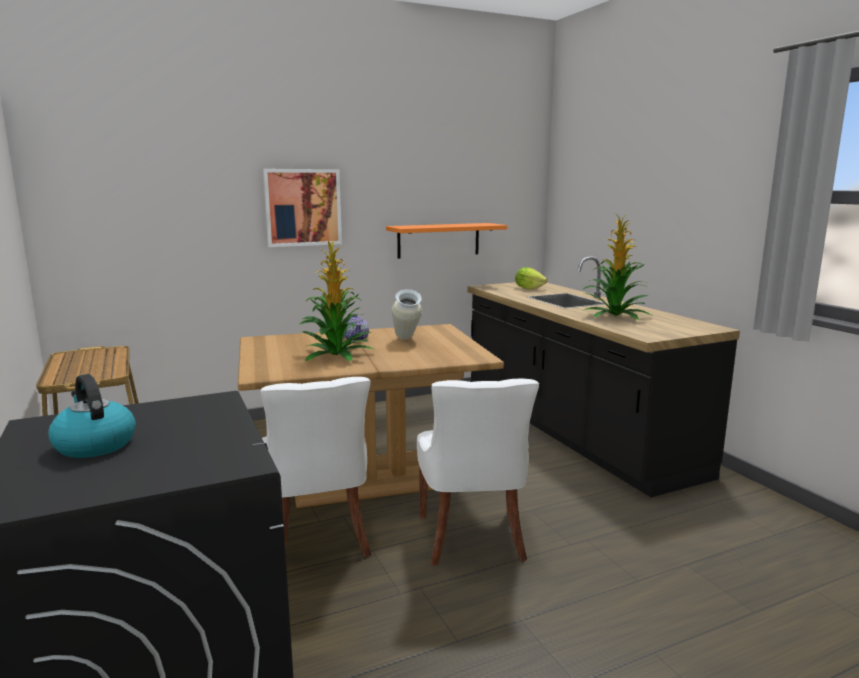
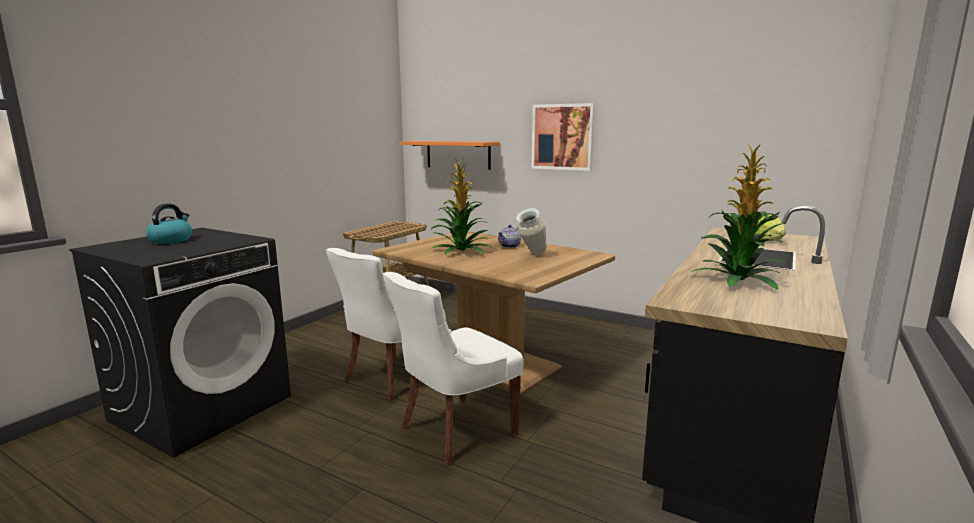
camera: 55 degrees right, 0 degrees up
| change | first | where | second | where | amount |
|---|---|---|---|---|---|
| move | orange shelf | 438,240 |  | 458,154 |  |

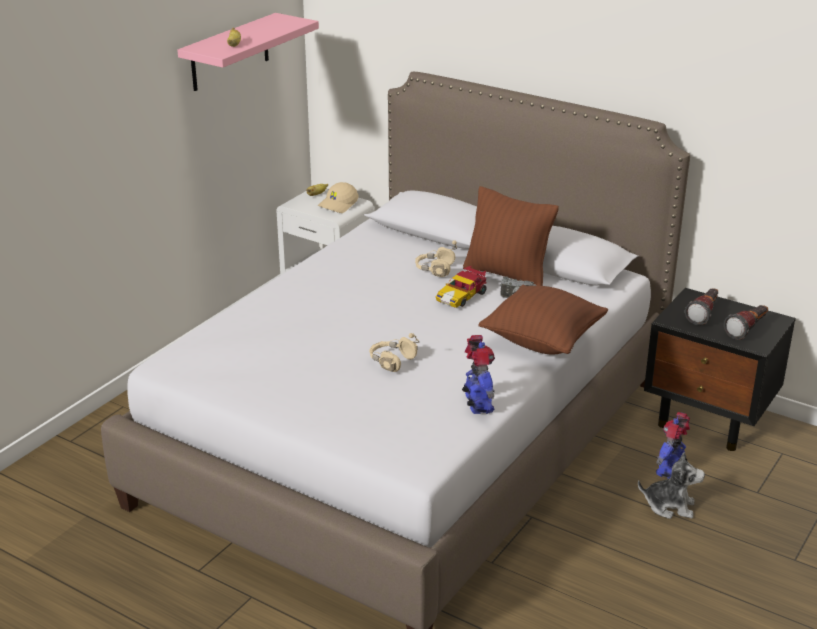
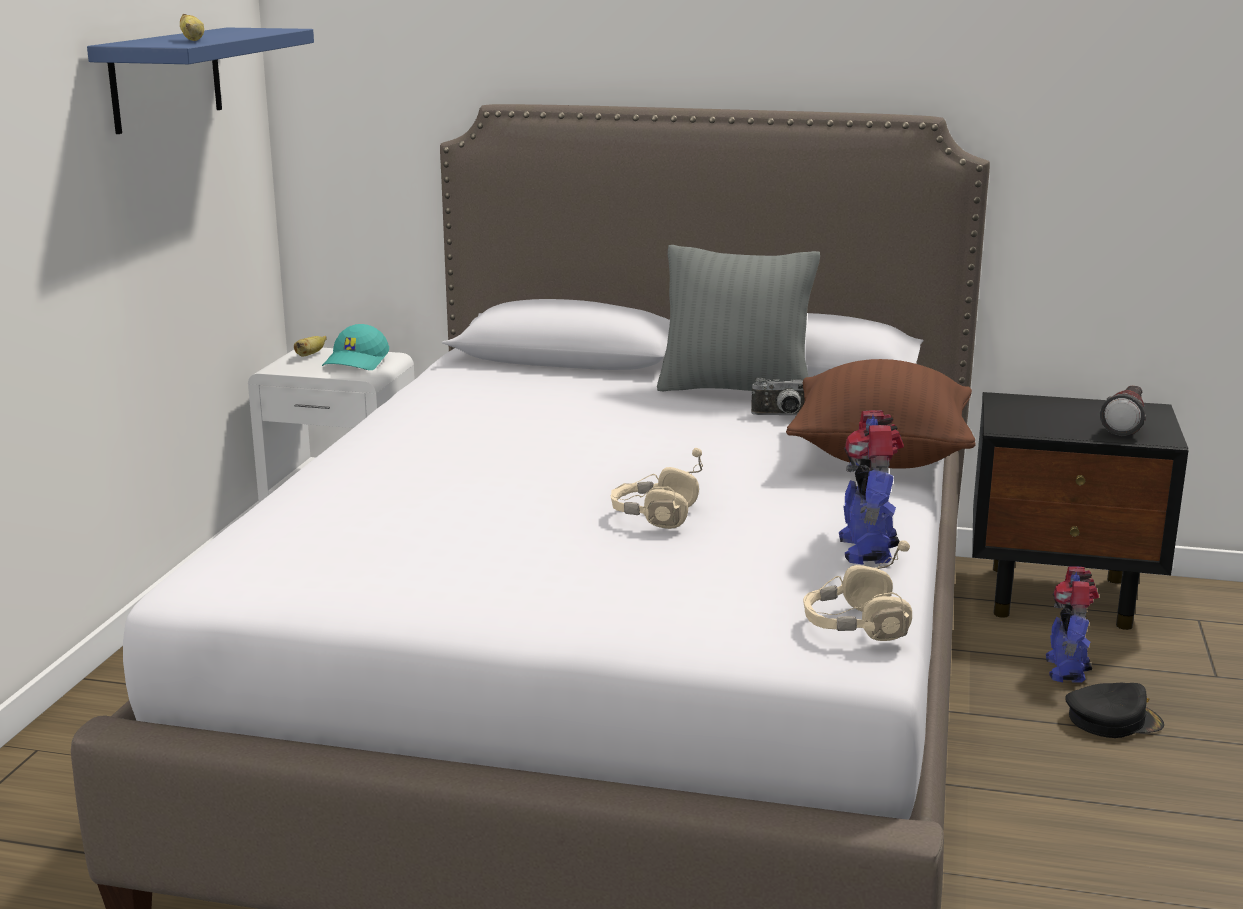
camera: 20 degrees left, 10 degrees down
| change | first | where | second | where | amount |
|---|---|---|---|---|---|
| delete | model car | 462,296 |  |  |  |
| delete | torch | 704,314 |  |  |  |
| move | sand-coloured headset | 435,270 |  | 855,626 |  |
| replace | soft toy | 670,506 | blackish baseball cap | 1112,720 |  |
| recolor | pink shelf | 230,52 | blue shelf | 166,78 |  |
| recolor | sand-coloured baseball cap | 338,205 | blue-green baseball cap | 357,362 |  |
| recolor | brown-coloured pillow | 507,275 | greyish pillow | 735,390 |  |
| rotate | model robot | 478,404 |  | 867,549 | 150 degrees counterclockwise |

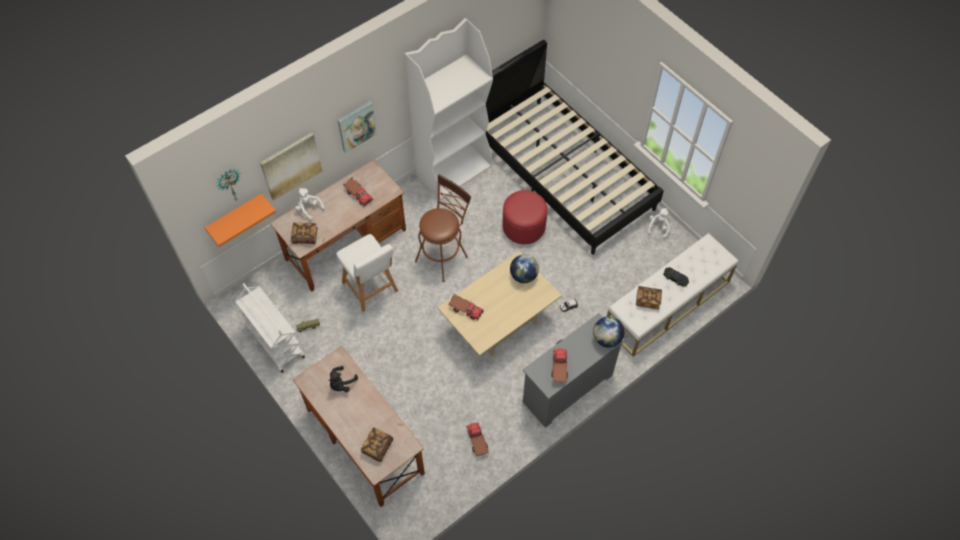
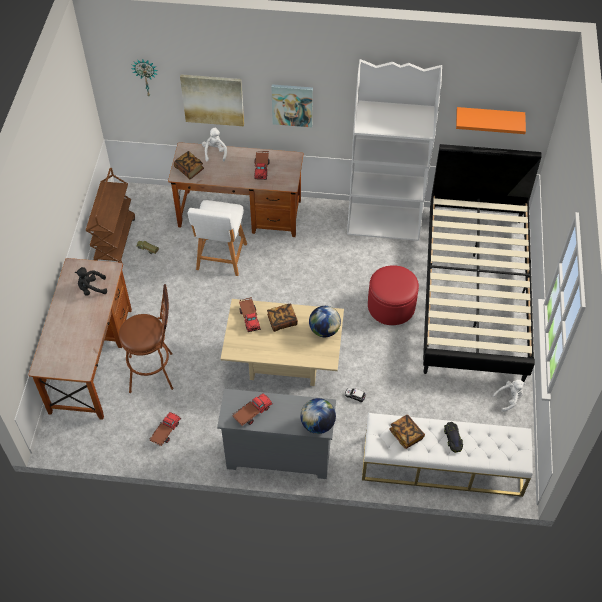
camera: 45 degrees right, 5 degrees down
| change | first | where | second | where | amount |
|---|---|---|---|---|---|
| move | orange shelf | 235,216 |  | 489,118 |  |
| move | book | 377,447 |  | 282,321 |  |
| move | brown-coloured sitting stool | 444,256 |  | 156,372 |  |
| recolor | white cart | 274,341 | brown-coloured cart | 114,240 |  |

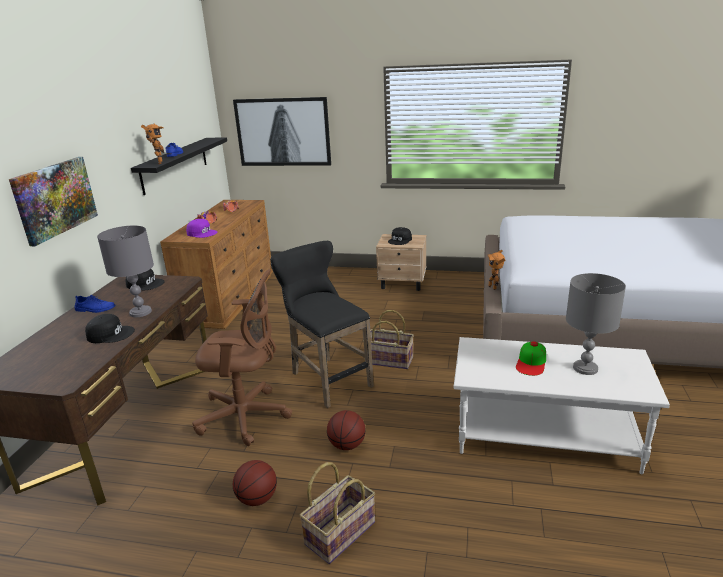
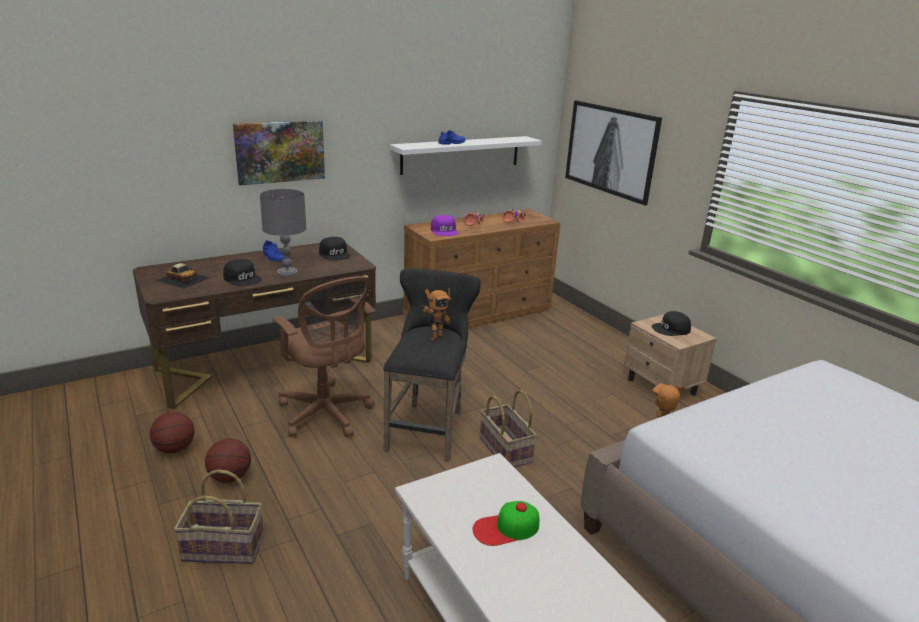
camera: 45 degrees right, 0 degrees up
| change | first | where | second | where | amount |
|---|---|---|---|---|---|
| delete | greyish lamp for a table | 585,368 |  |  |  |
| insert |  |  | model car | 182,279 |  |
| move | model robot | 158,163 |  | 434,337 |  |
| move | basketball | 347,445 |  | 175,449 |  |
| recolor | blackish shelf | 175,164 | white shelf | 461,154 |  |

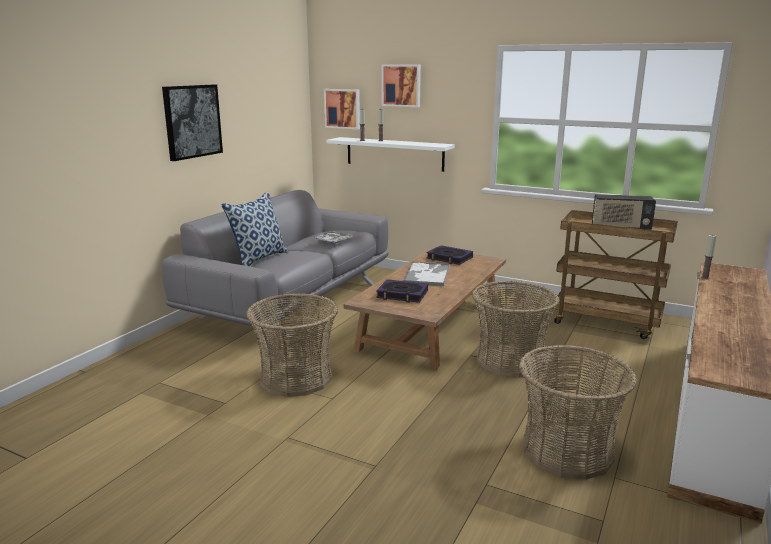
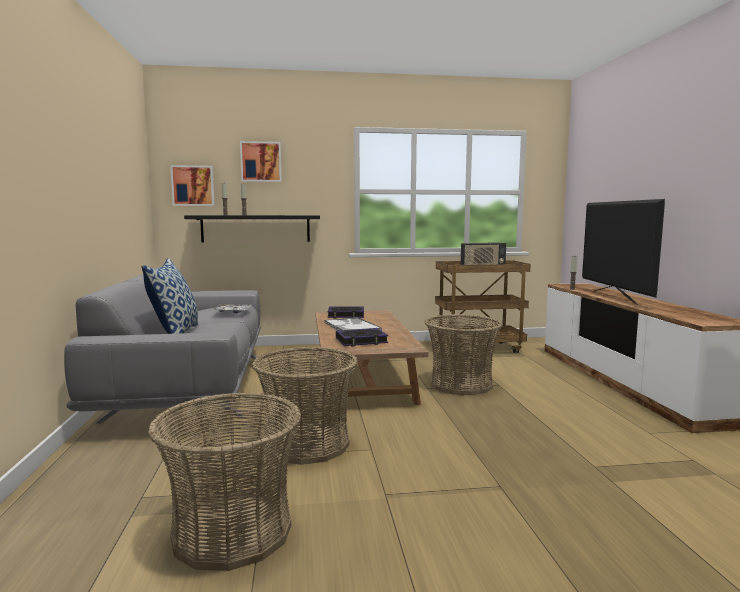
camera: 35 degrees left, 10 degrees down
| change | first | where | second | where | amount |
|---|---|---|---|---|---|
| delete | picture | 192,121 |  |  |  |
| insert |  |  | TV | 614,297 |  |
| move | storage basket | 567,451 |  | 232,532 |  |
| recolor | white shelf | 394,154 | blackish shelf | 255,228 |  |

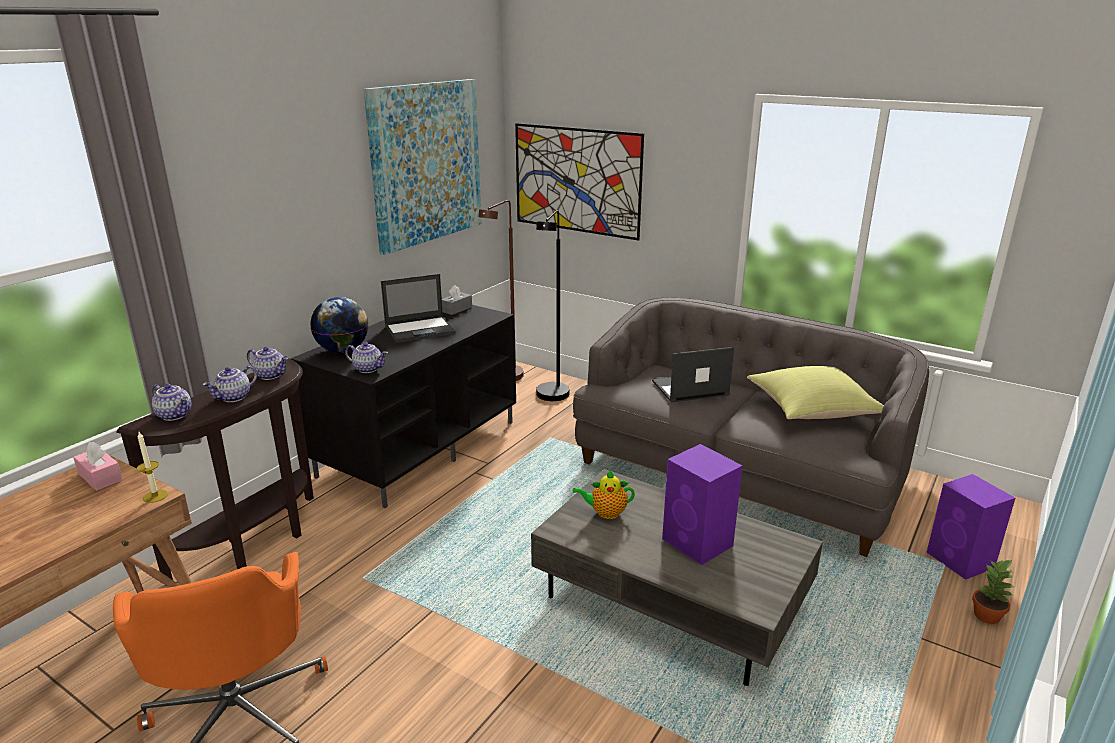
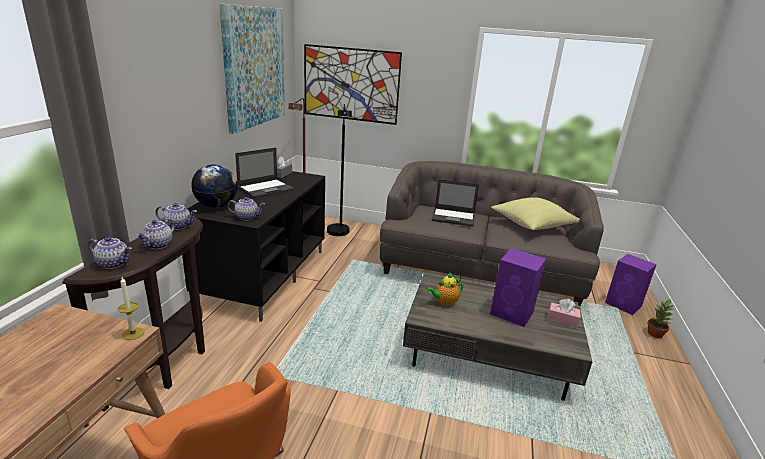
camera: 20 degrees left, 0 degrees up
| change | first | where | second | where | amount |
|---|---|---|---|---|---|
| move | pink tissue holder | 100,477 |  | 562,320 |  |
| rotate | portable computer | 689,388 |  | 454,217 | 135 degrees counterclockwise |

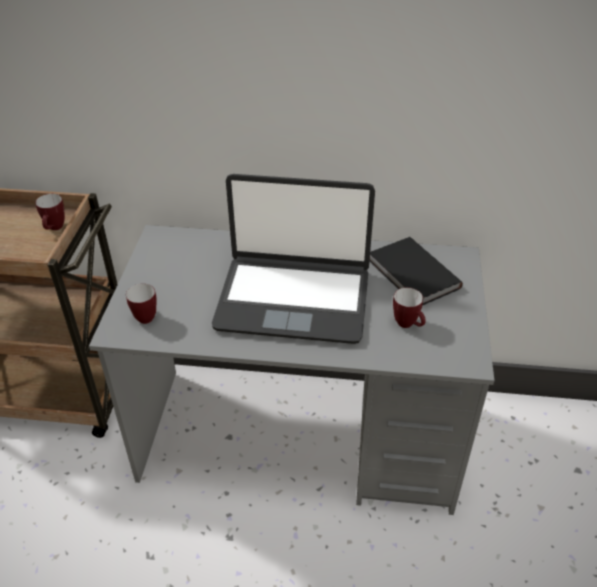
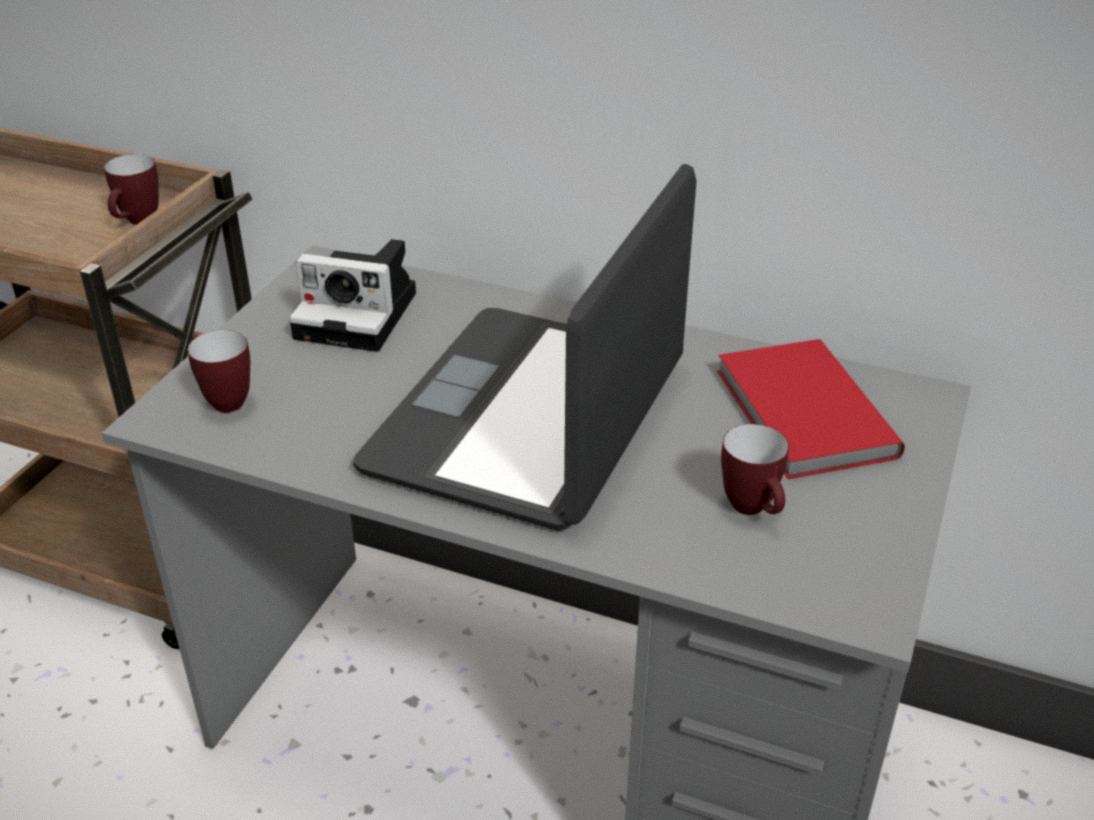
camera: 15 degrees right, 5 degrees down
| change | first | where | second | where | amount |
|---|---|---|---|---|---|
| insert |  |  | photo camera | 361,315 |  |
| recolor | blackish book | 412,275 | red-coloured book | 801,415 |  |
| rotate | portable computer | 293,299 |  | 531,418 | 90 degrees clockwise |

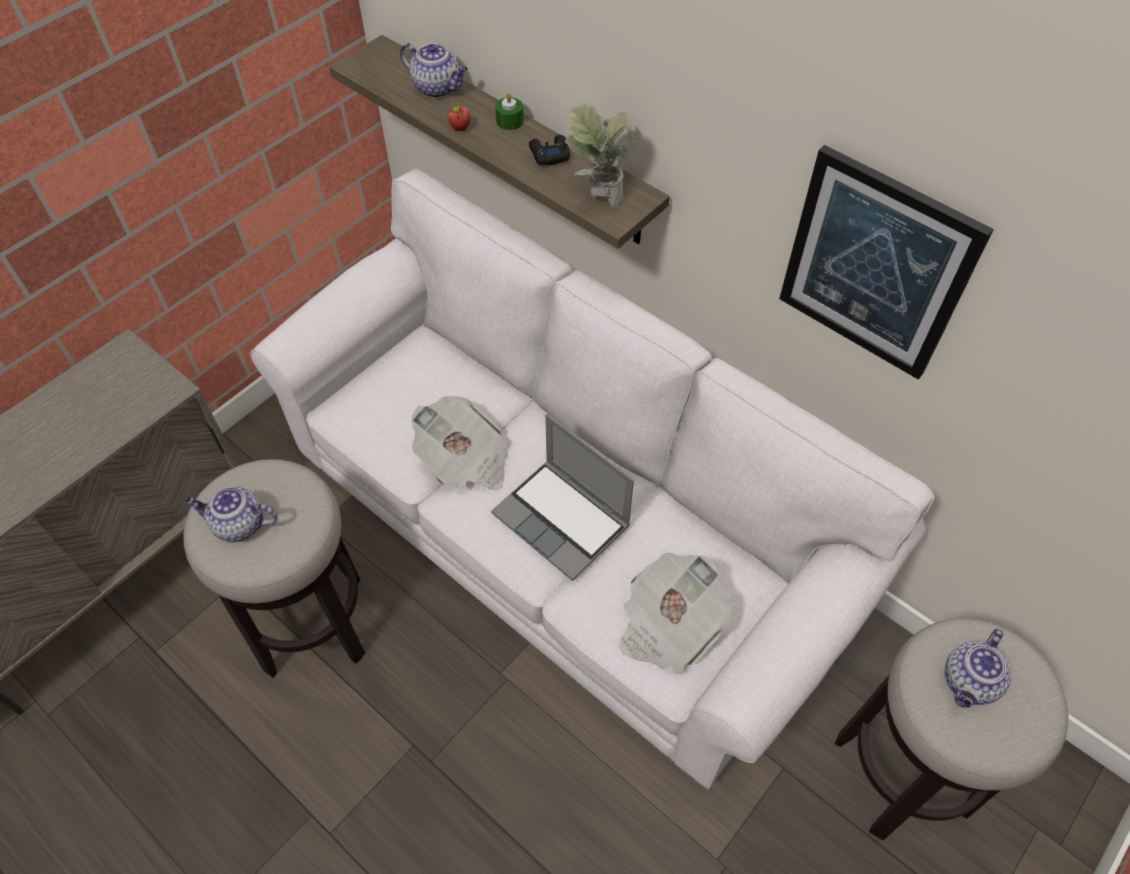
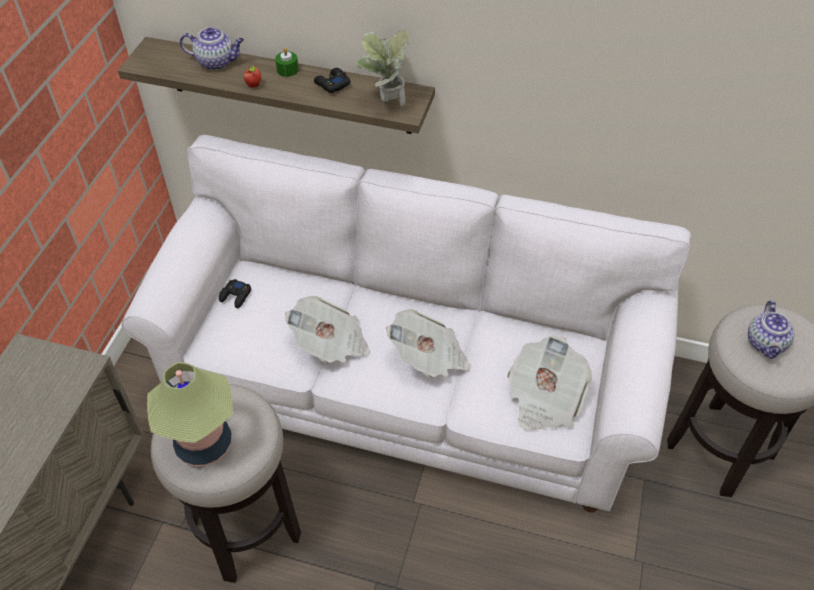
camera: 25 degrees left, 5 degrees down
| change | first | where | second | where | amount |
|---|---|---|---|---|---|
| delete | picture | 876,265 |  |  |  |
| insert |  |  | blackish joypad | 236,296 |  |
| replace | tea pot | 238,525 | lamp for a table | 203,444 |  |
| replace | portable computer | 563,520 | daily paper | 429,357 |  |

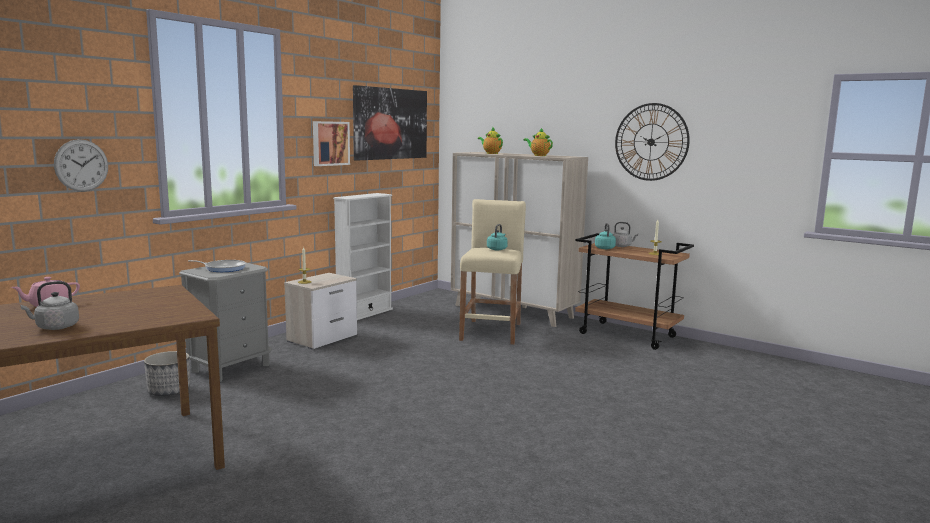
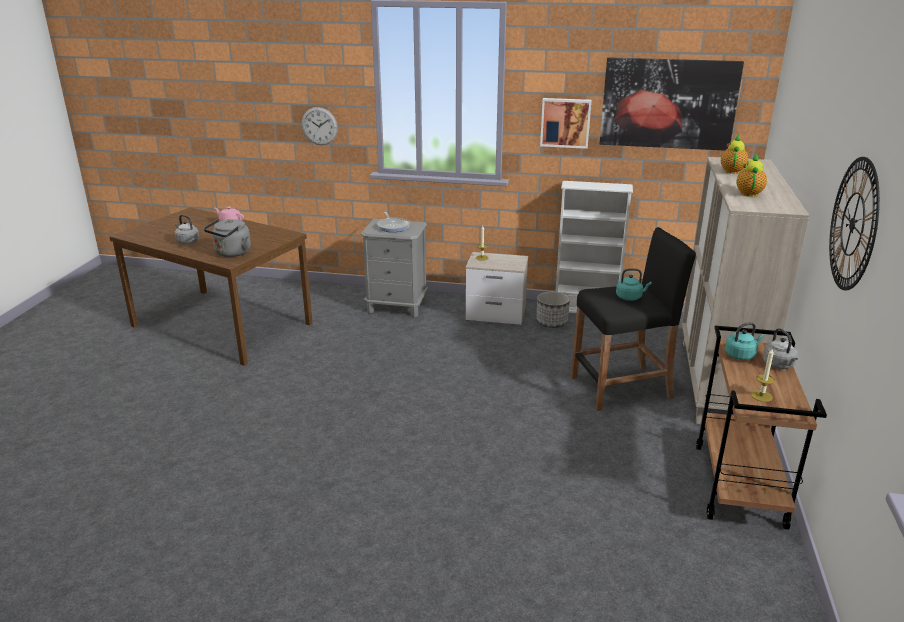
camera: 65 degrees right, 15 degrees up
| change | first | where | second | where | amount |
|---|---|---|---|---|---|
| insert |  |  | greyish tea kettle | 231,253 |  |
| move | flower pot | 169,391 |  | 552,323 |  |
| recolor | sand-coloured sitting stool | 491,332 | blackish sitting stool | 621,388 |  |

